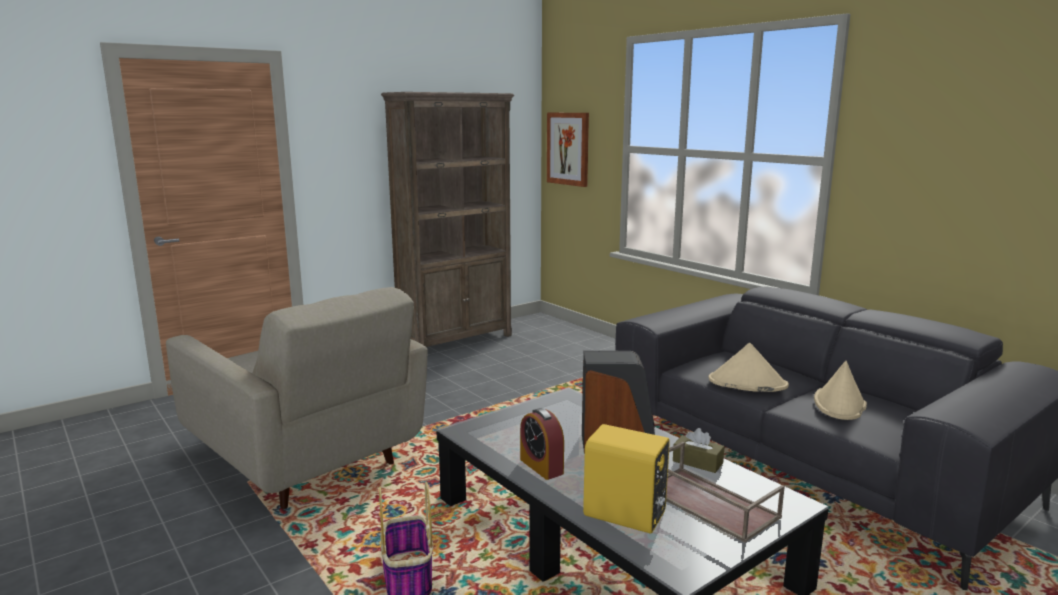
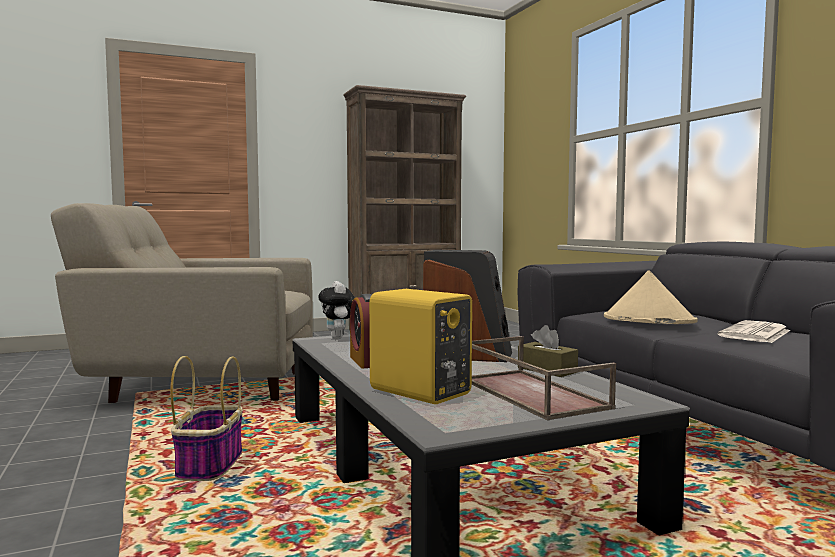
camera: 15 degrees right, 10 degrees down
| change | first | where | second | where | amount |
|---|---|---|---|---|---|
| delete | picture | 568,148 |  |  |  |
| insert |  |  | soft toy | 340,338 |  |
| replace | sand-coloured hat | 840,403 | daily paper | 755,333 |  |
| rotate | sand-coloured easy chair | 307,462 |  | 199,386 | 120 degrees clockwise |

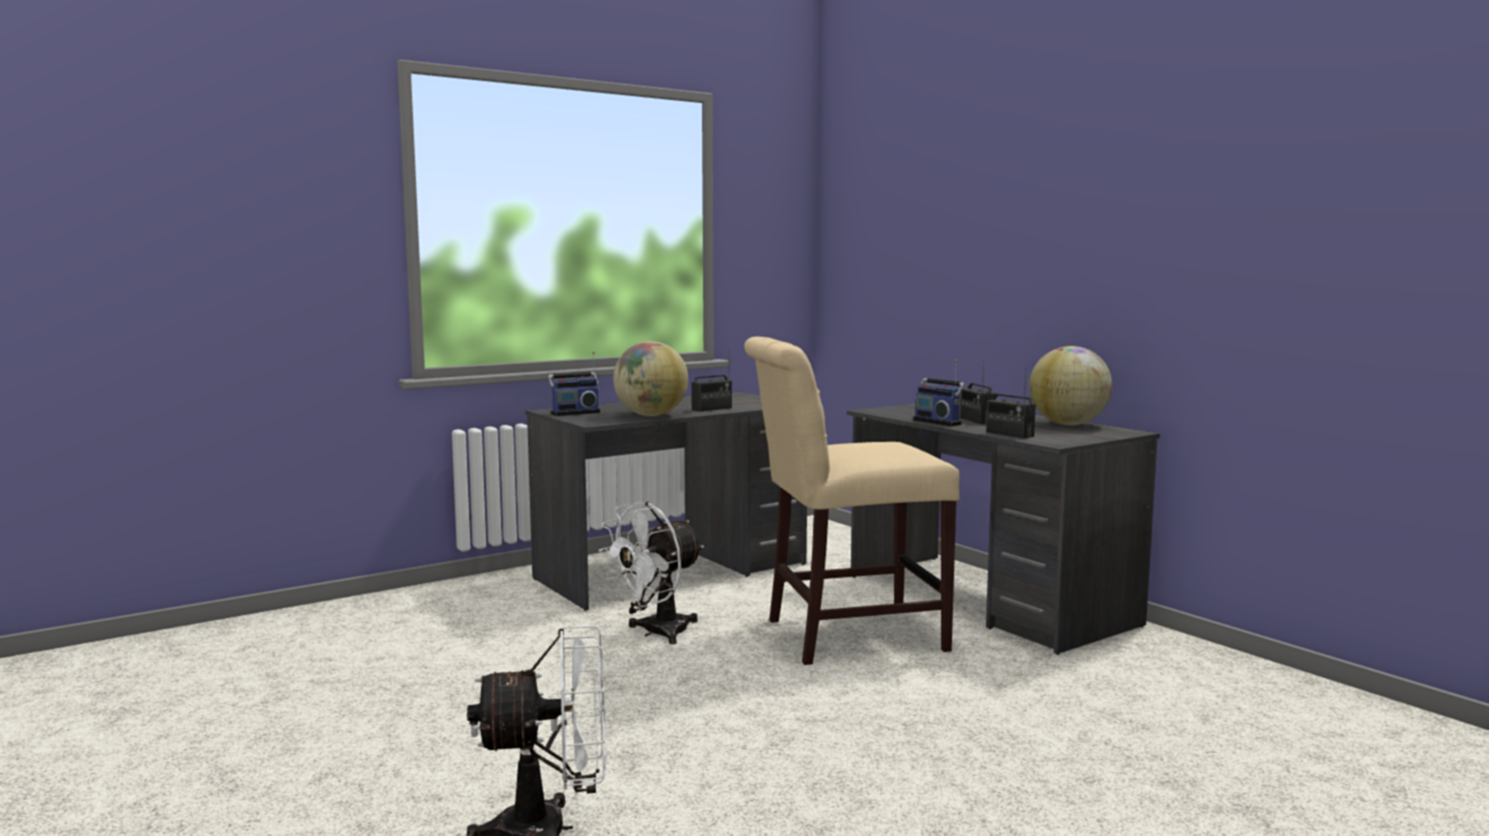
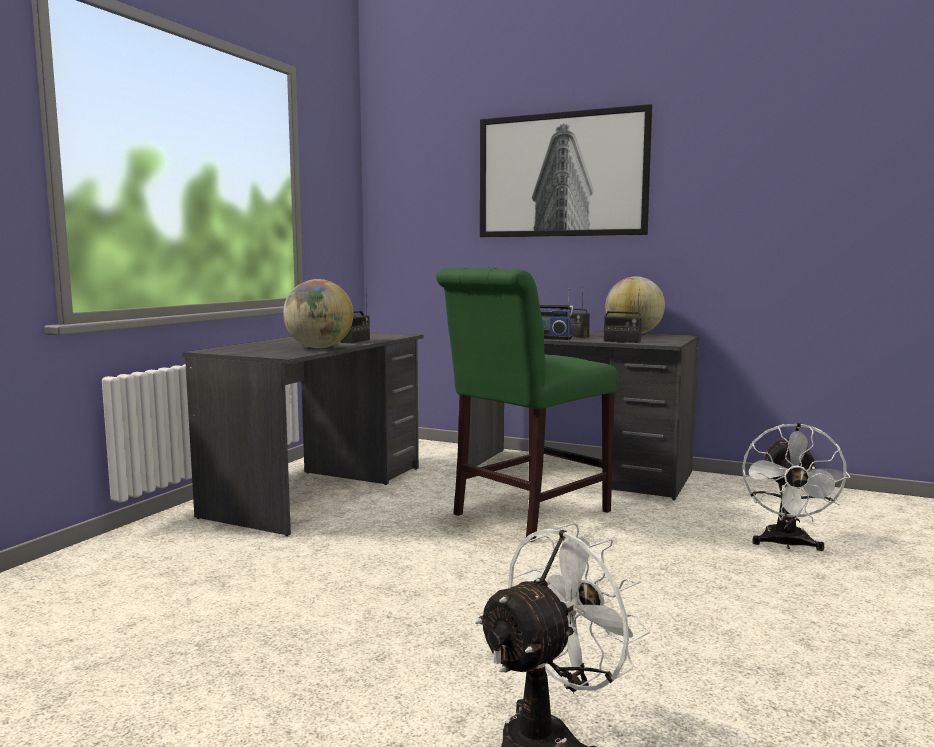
camera: 30 degrees left, 0 degrees up
| change | first | where | second | where | amount |
|---|---|---|---|---|---|
| delete | radio receiver | 574,413 |  |  |  |
| insert |  |  | picture | 561,175 |  |
| move | white electric fan | 656,633 |  | 787,544 |  |
| recolor | sand-coloured chair | 844,635 | greenish chair | 524,514 |  |

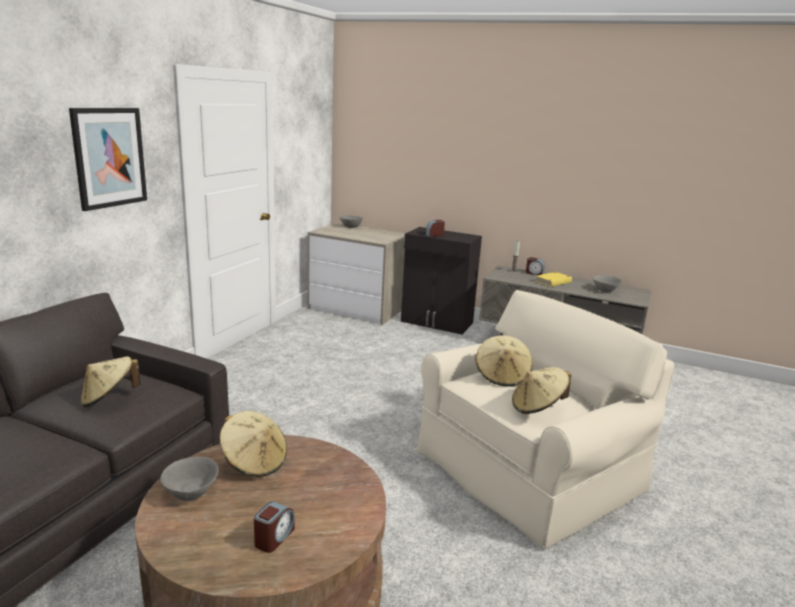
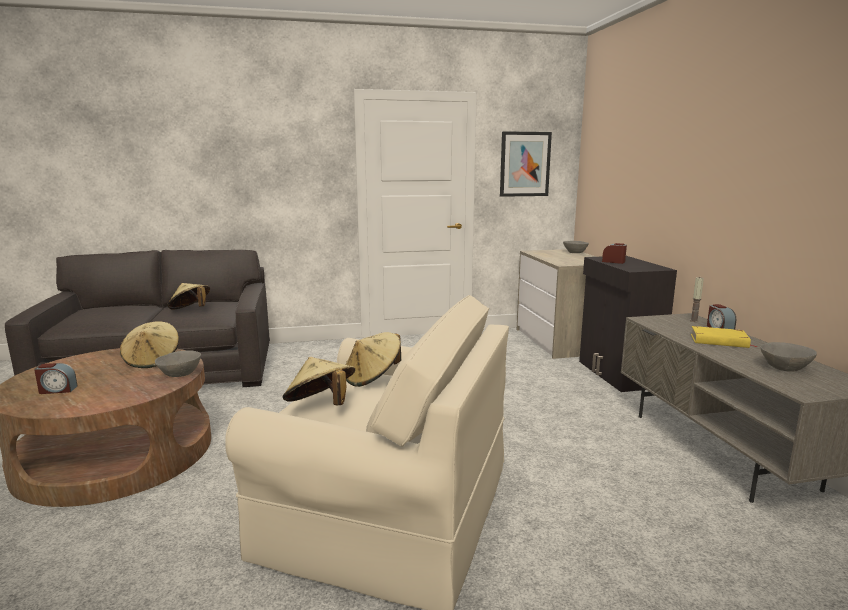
camera: 55 degrees right, 5 degrees down
| change | first | where | second | where | amount |
|---|---|---|---|---|---|
| move | picture | 109,157 |  | 525,164 |  |
| move | greyish bowl | 190,492 |  | 180,373 |  |

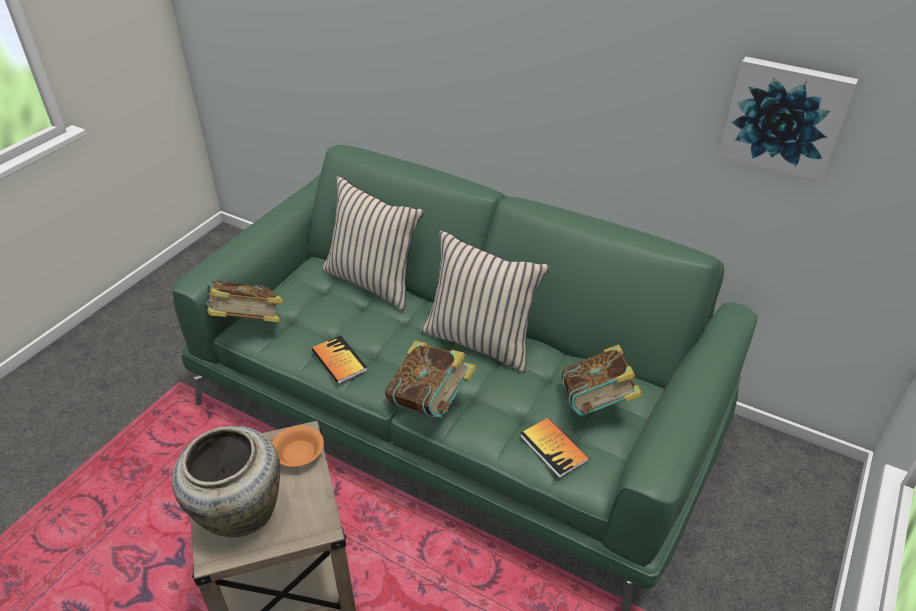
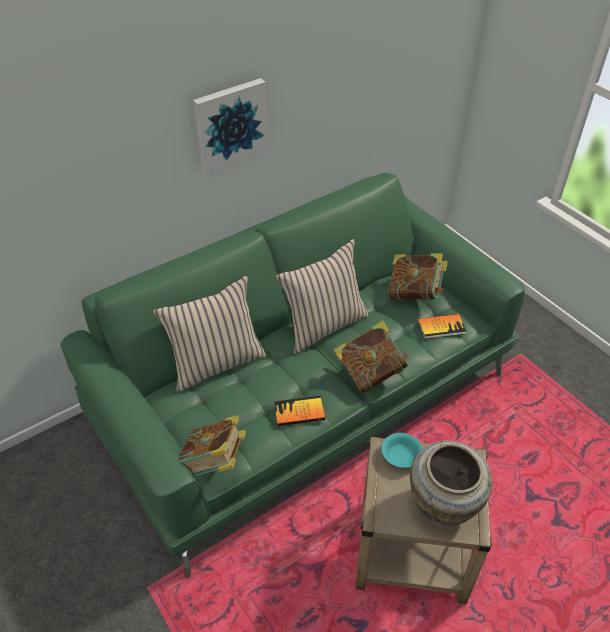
camera: 65 degrees left, 5 degrees up
| change | first | where | second | where | amount |
|---|---|---|---|---|---|
| move | picture | 785,117 |  | 230,123 |  |
| recolor | orange bowl | 298,454 | blue-green bowl | 400,456 |  |

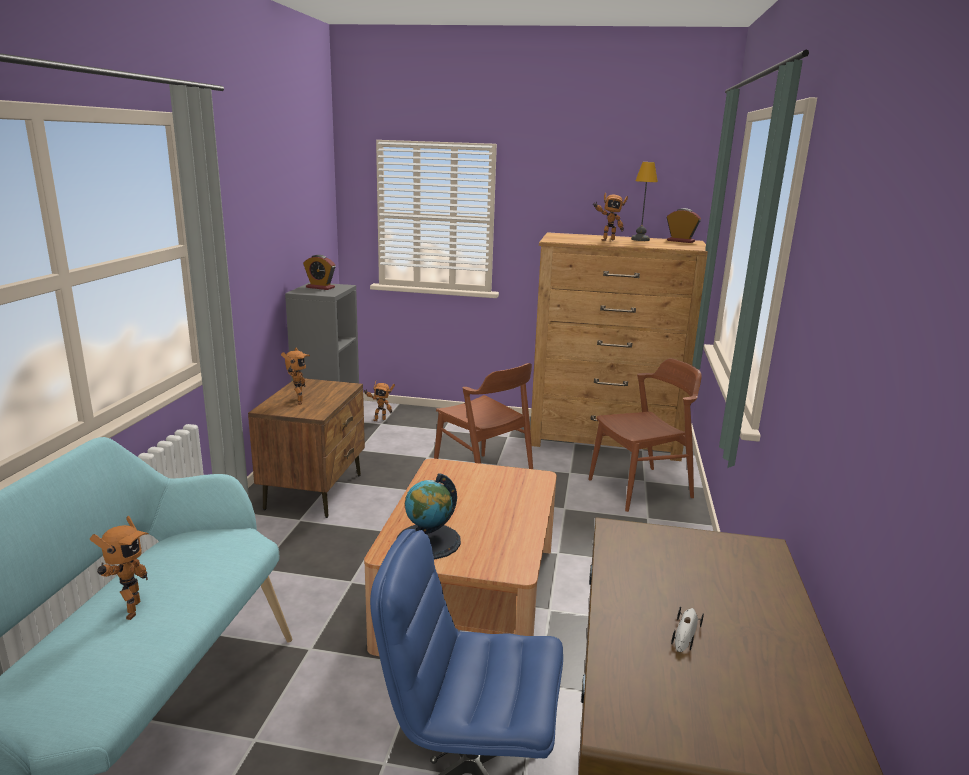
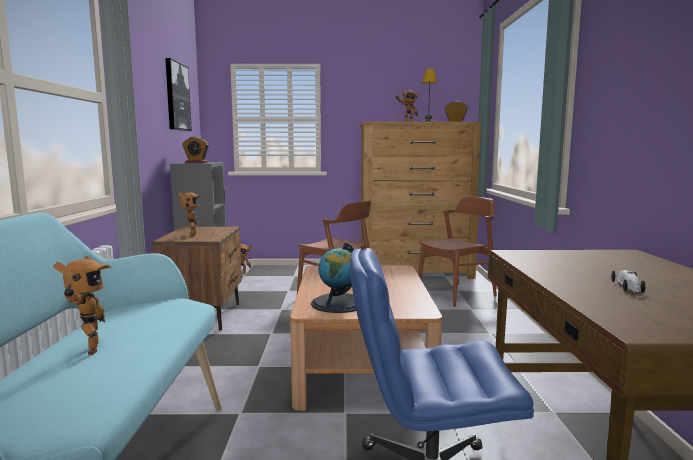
camera: 10 degrees left, 10 degrees down
| change | first | where | second | where | amount |
|---|---|---|---|---|---|
| insert |  |  | picture | 177,96 |  |

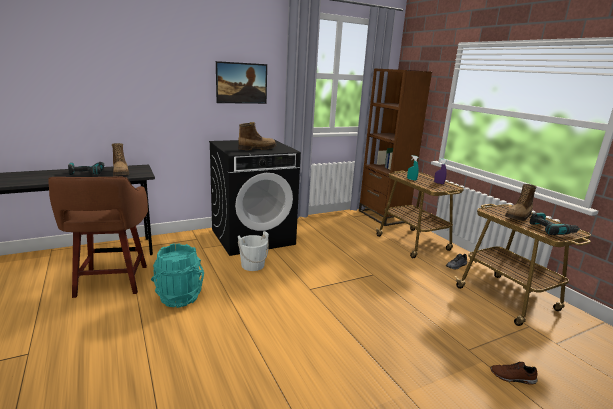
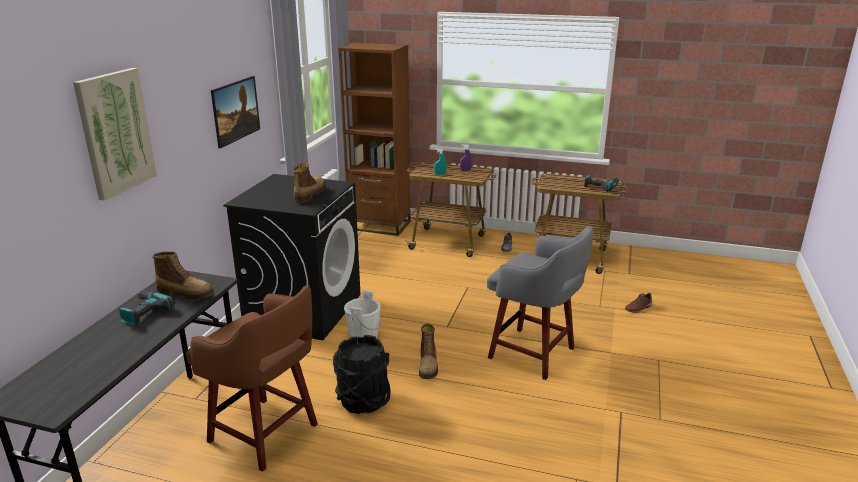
camera: 45 degrees left, 5 degrees up
| change | first | where | second | where | amount |
|---|---|---|---|---|---|
| insert |  |  | picture | 115,132 |  |
| insert |  |  | greyish sitting stool | 534,354 |  |
| move | boot | 519,217 |  | 428,366 |  |
| recolor | blue-green pail | 179,297 | blackish pail | 363,400 |  |

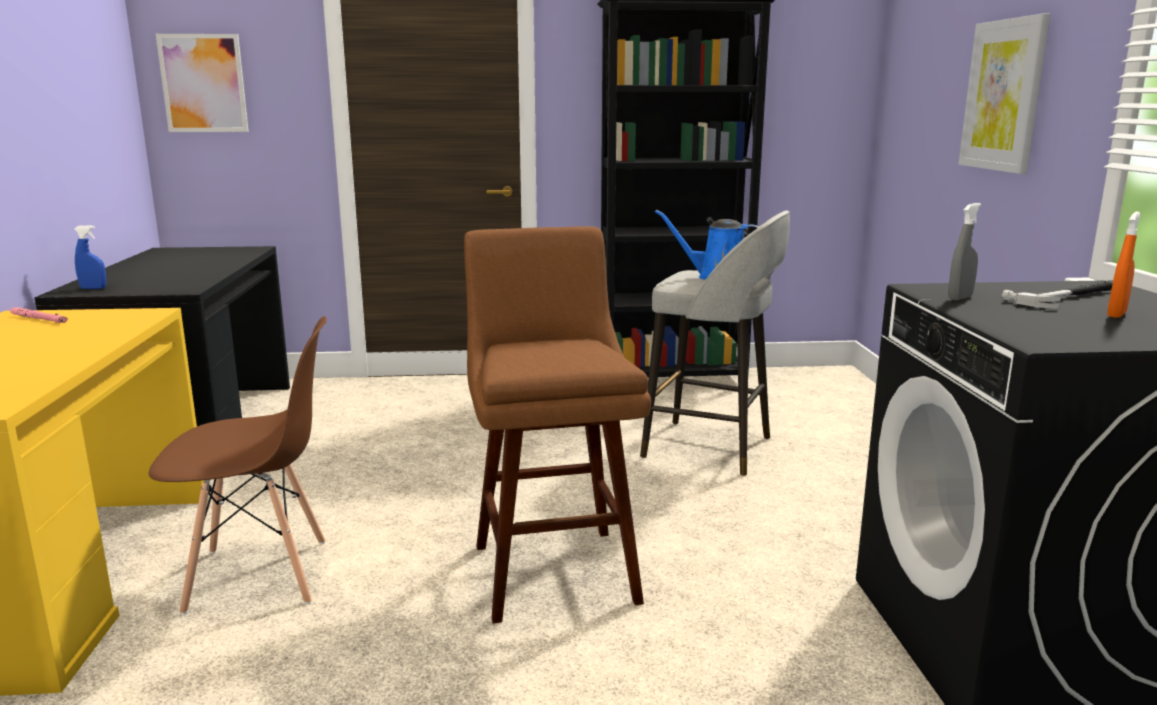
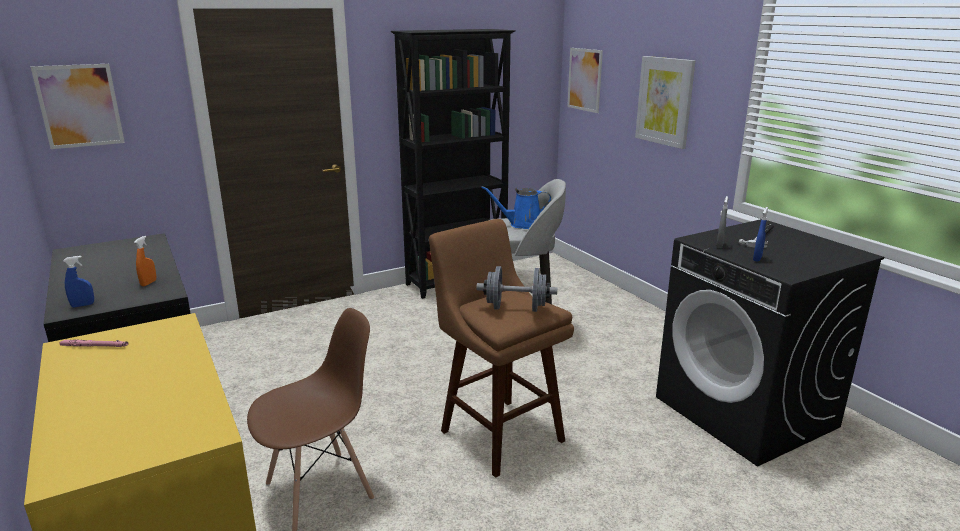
camera: 25 degrees left, 5 degrees up
| change | first | where | second | where | amount |
|---|---|---|---|---|---|
| insert |  |  | greyish dumbbell | 516,308 |  |
| insert |  |  | picture | 584,79 |  |
| insert |  |  | blue sprayer | 757,258 |  |
| move | orange sprayer | 1116,314 |  | 148,283 |  |

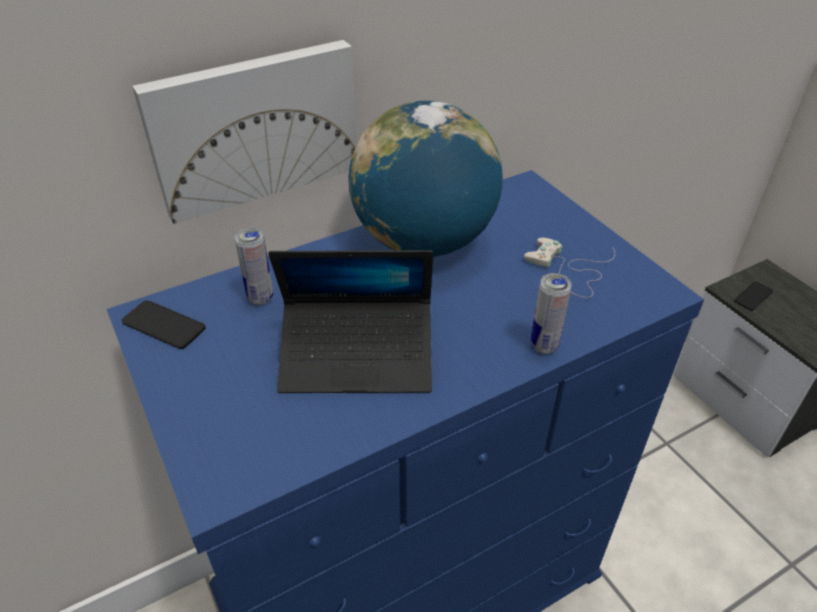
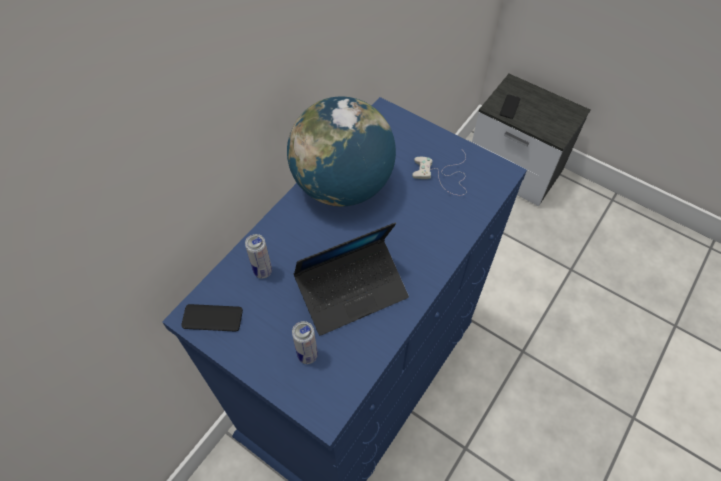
camera: 25 degrees left, 15 degrees up
| change | first | where | second | where | amount |
|---|---|---|---|---|---|
| delete | picture | 254,127 |  |  |  |
| move | metal can | 544,346 |  | 307,355 |  |

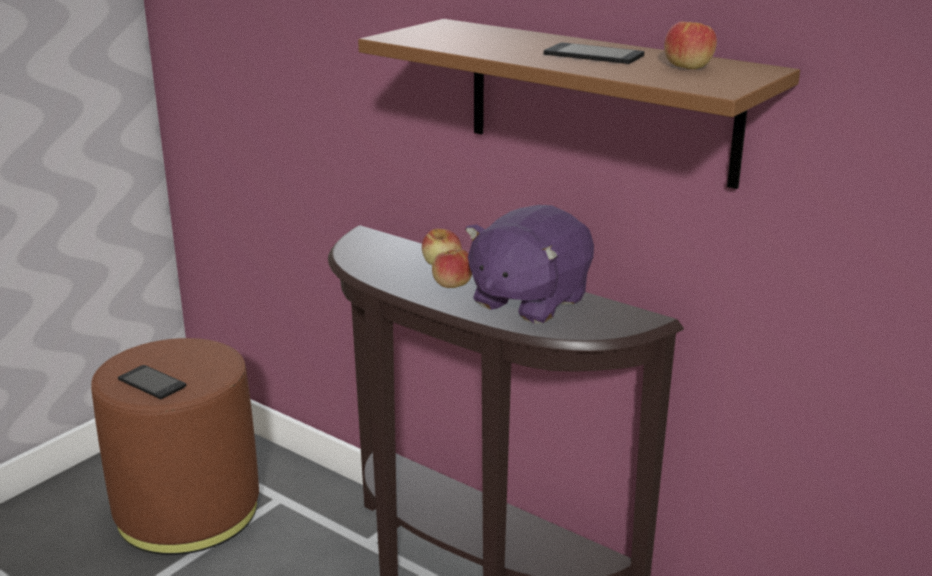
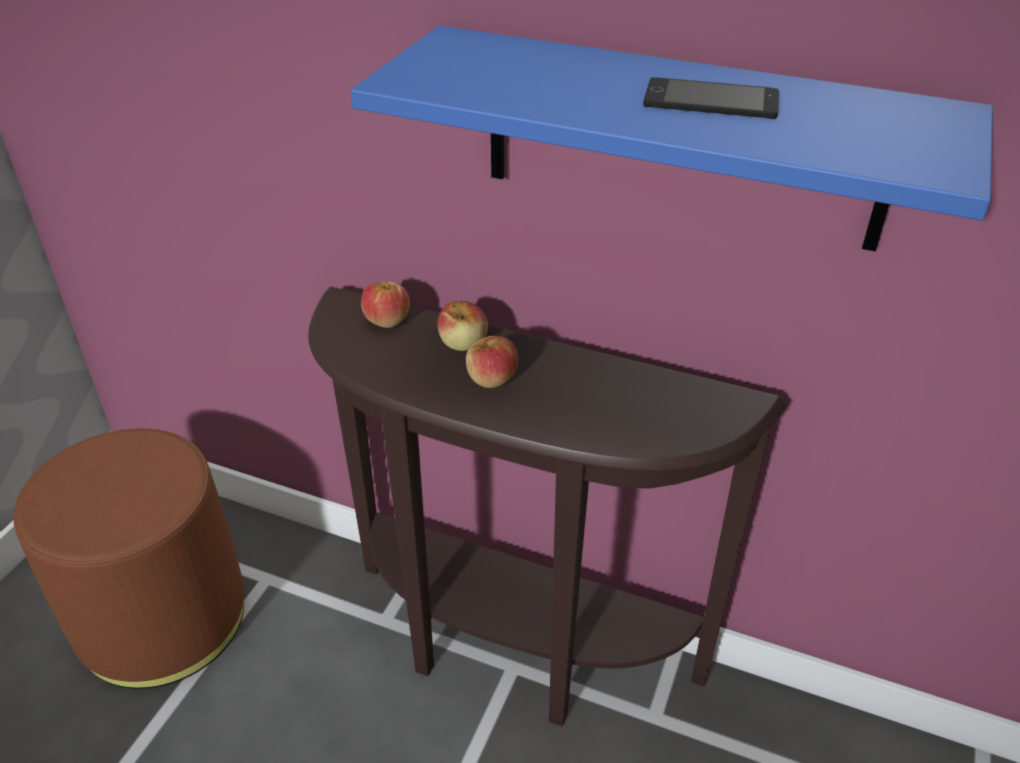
camera: 15 degrees left, 15 degrees up
| change | first | where | second | where | amount |
|---|---|---|---|---|---|
| delete | telephone | 152,383 |  |  |  |
| delete | purple-coloured soft toy | 528,301 |  |  |  |
| move | apple fruit | 688,66 |  | 386,320 |  |
| recolor | brown-coloured shelf | 600,100 | blue shelf | 681,139 |  |

